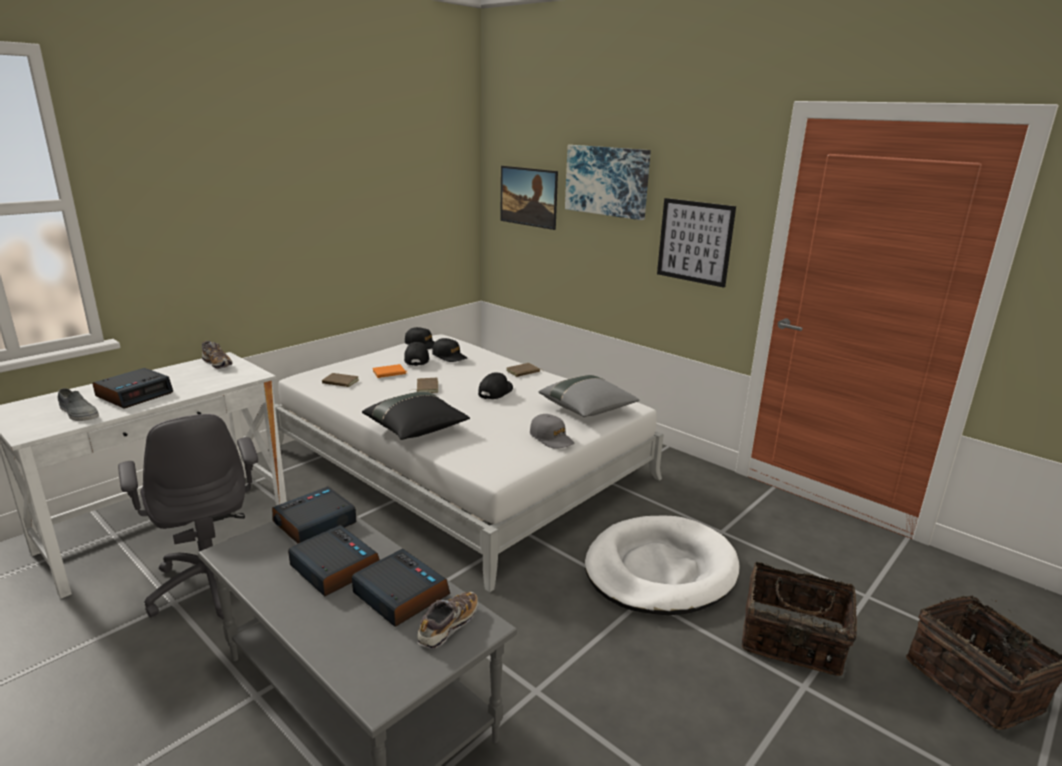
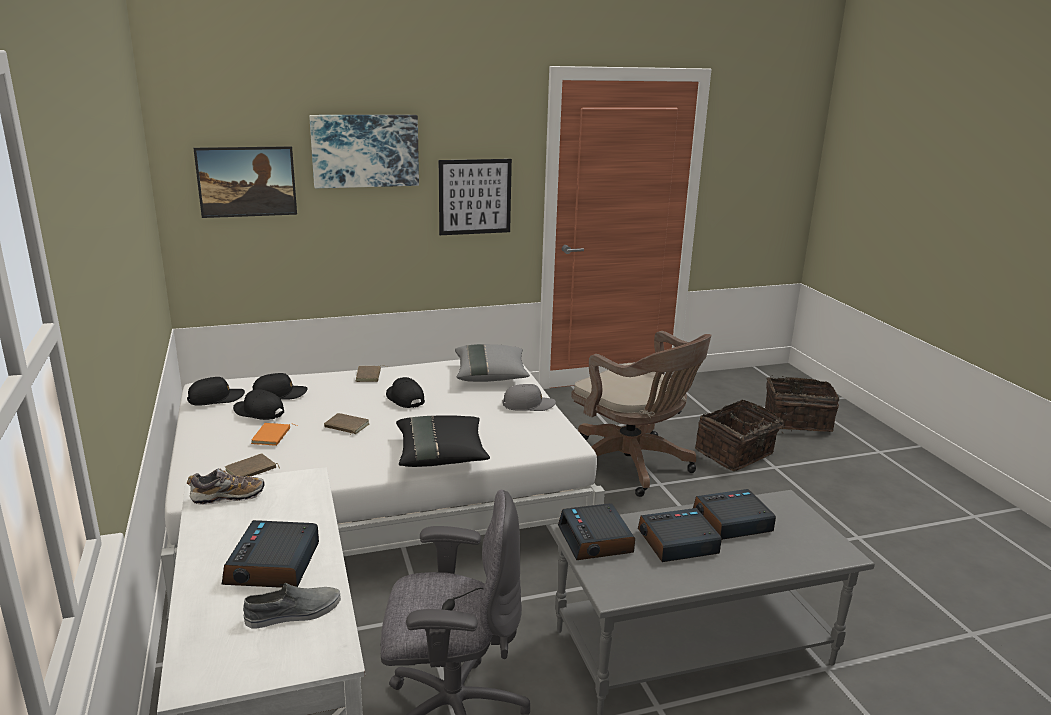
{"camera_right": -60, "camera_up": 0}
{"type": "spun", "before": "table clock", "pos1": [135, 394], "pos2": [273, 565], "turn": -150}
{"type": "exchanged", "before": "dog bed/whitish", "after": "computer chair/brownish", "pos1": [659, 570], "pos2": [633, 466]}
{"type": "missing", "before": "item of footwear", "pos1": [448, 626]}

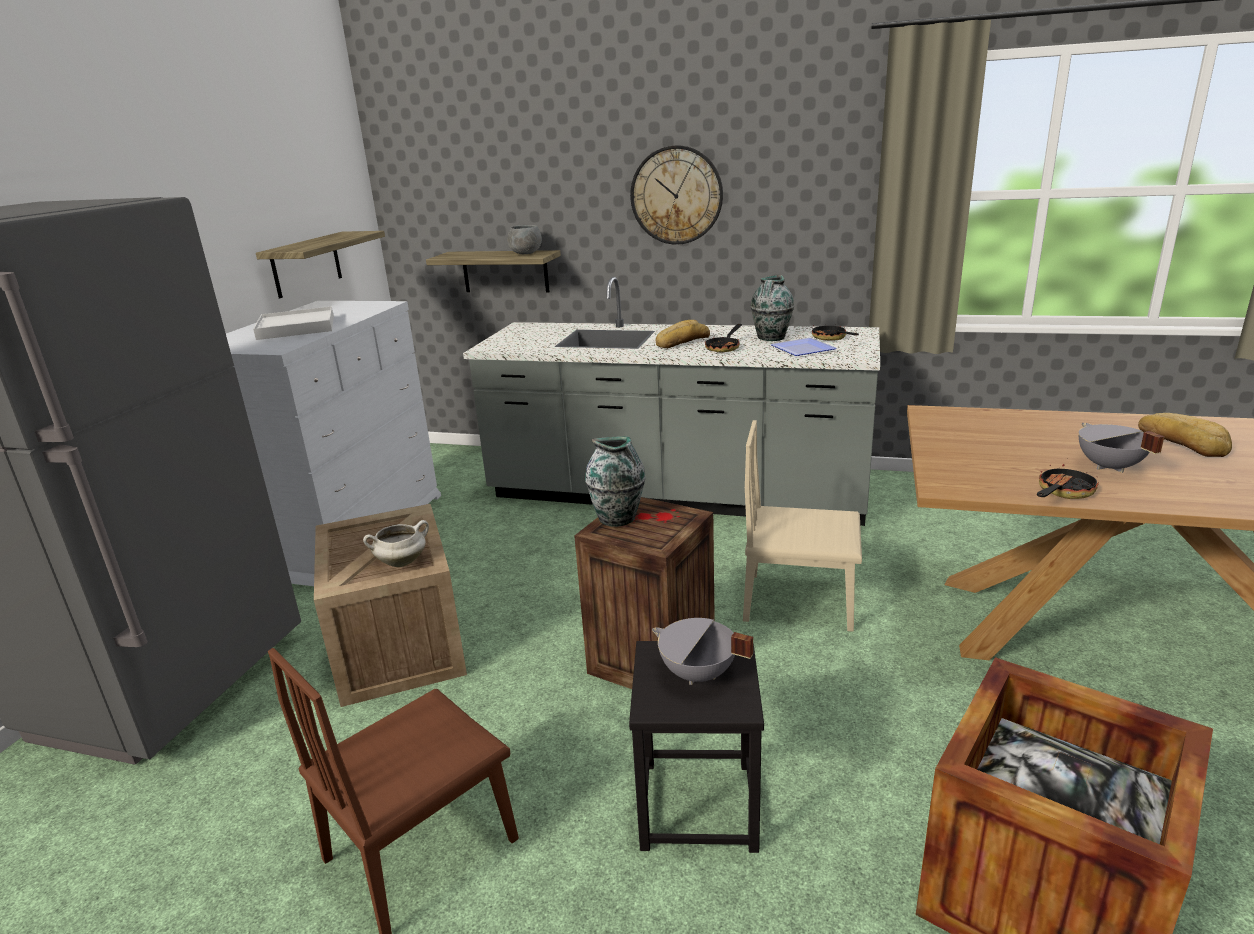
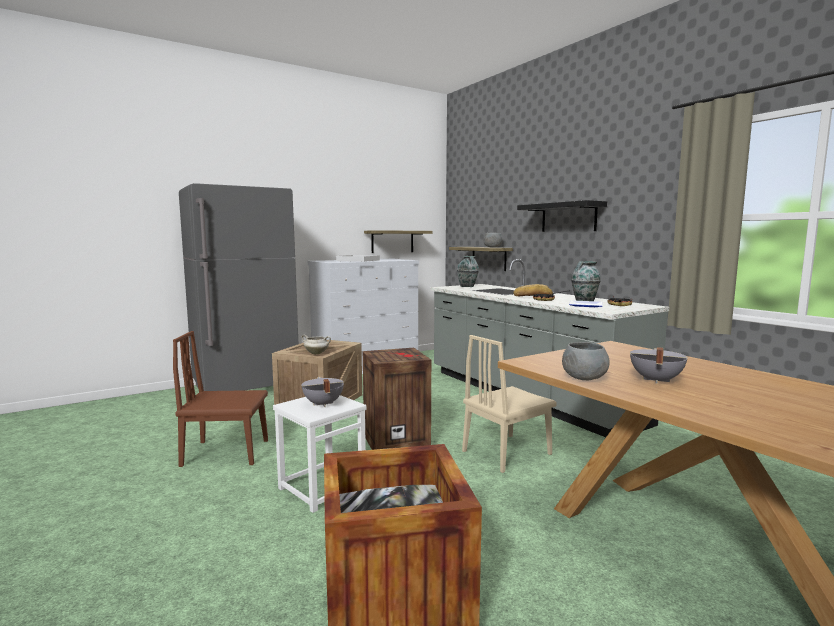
{"camera_right": 40, "camera_up": -15}
{"type": "colour", "before": "stool/blackish", "after": "stool/whitish", "pos1": [696, 804], "pos2": [322, 488]}
{"type": "relocated", "before": "flower vase", "pos1": [618, 518], "pos2": [467, 286]}
{"type": "spun", "before": "upright chair/beige-coloured", "pos1": [799, 601], "pos2": [507, 452], "turn": -90}
{"type": "exchanged", "before": "wall clock", "after": "wall shelf/blackish", "pos1": [676, 195], "pos2": [568, 217]}
{"type": "exchanged", "before": "pan", "after": "deep dish/grey", "pos1": [1062, 492], "pos2": [583, 378]}
{"type": "missing", "before": "bread", "pos1": [1182, 442]}

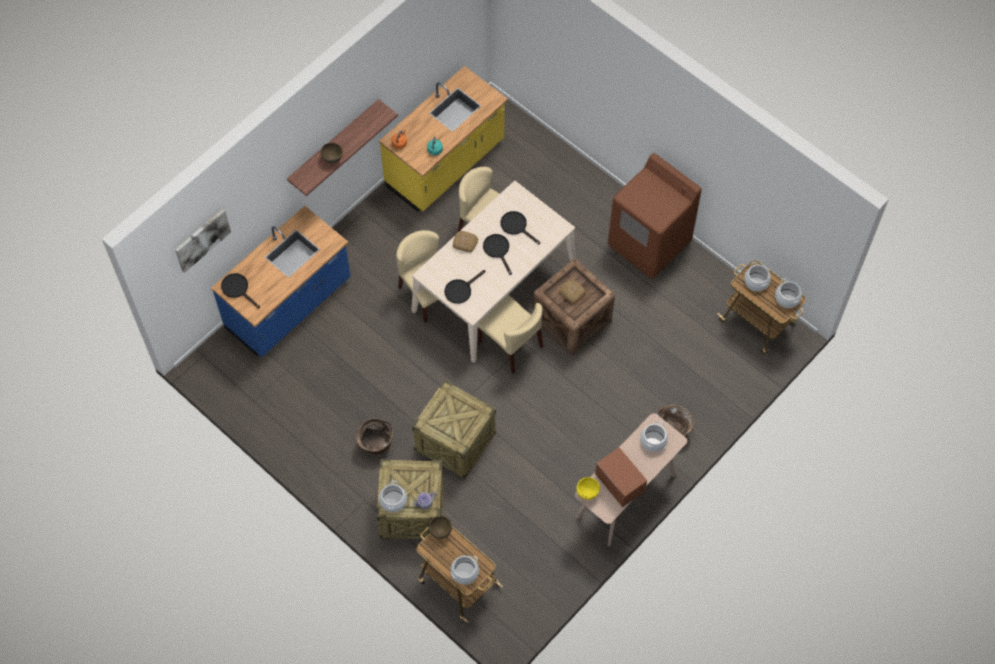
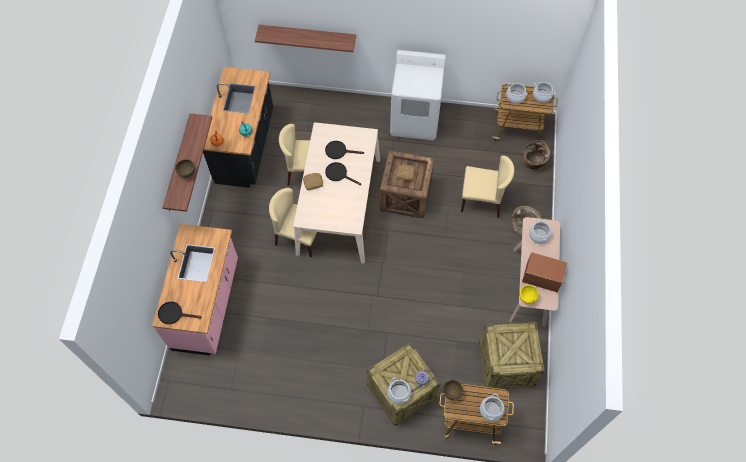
{"camera_right": -35, "camera_up": 0}
{"type": "colour", "before": "kitchen base unit/blue-coloured", "after": "kitchen base unit/pinkish", "pos1": [289, 305], "pos2": [207, 304]}
{"type": "colour", "before": "kitchen base unit/yellow", "after": "kitchen base unit/blackish", "pos1": [446, 165], "pos2": [246, 146]}
{"type": "appeared", "after": "wall shelf", "pos2": [307, 35]}
{"type": "colour", "before": "washing machine/brownish", "after": "washing machine/whitish", "pos1": [649, 244], "pos2": [415, 120]}
{"type": "relocated", "before": "upright chair/beige-coloured", "pos1": [511, 344], "pos2": [482, 200]}
{"type": "relocated", "before": "shipping crate", "pos1": [454, 442], "pos2": [506, 364]}
{"type": "relocated", "before": "basket", "pos1": [376, 445], "pos2": [533, 163]}
{"type": "missing", "before": "picture", "pos1": [202, 239]}
{"type": "missing", "before": "pan/blackish", "pos1": [461, 290]}

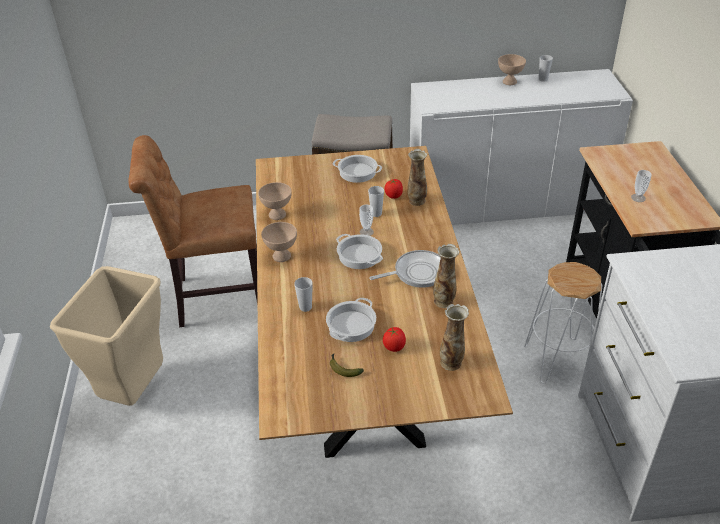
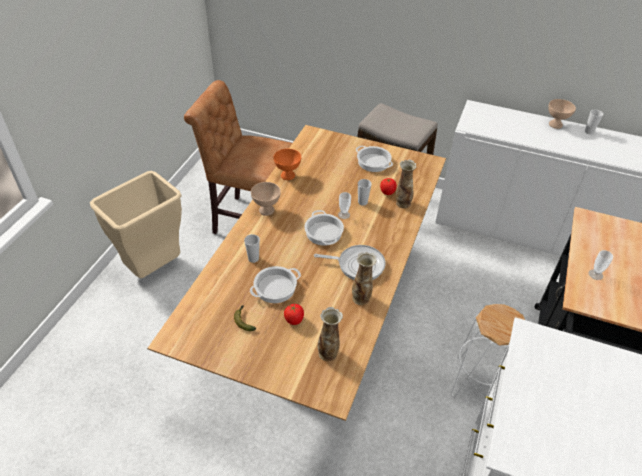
{"camera_right": 25, "camera_up": 5}
{"type": "colour", "before": "deep dish/beige-coloured", "after": "deep dish/orange", "pos1": [277, 215], "pos2": [287, 176]}

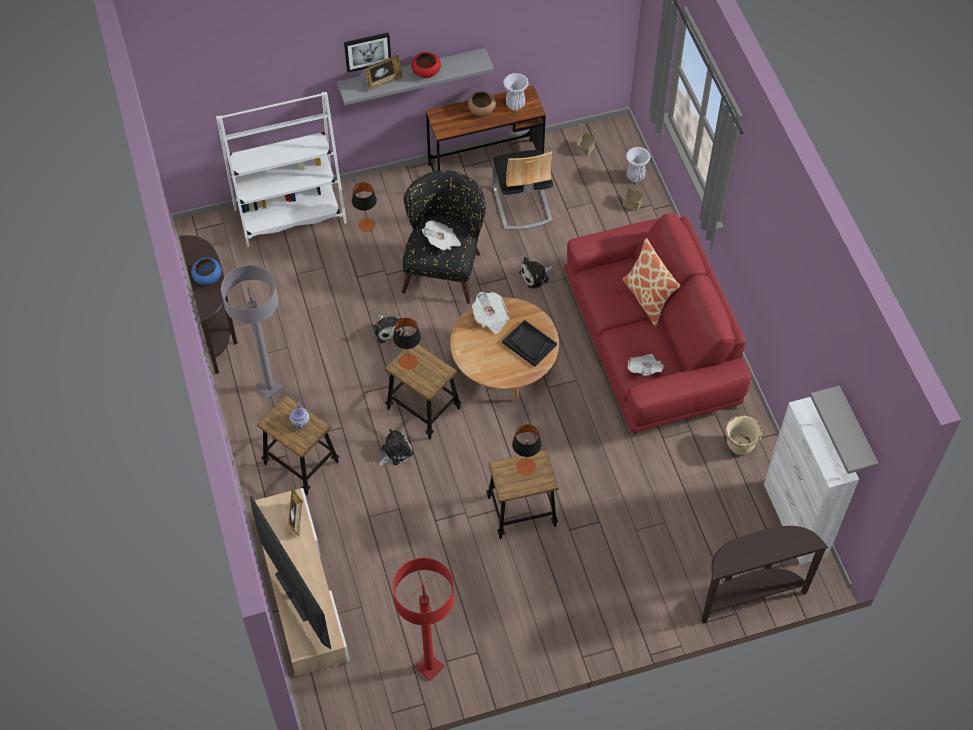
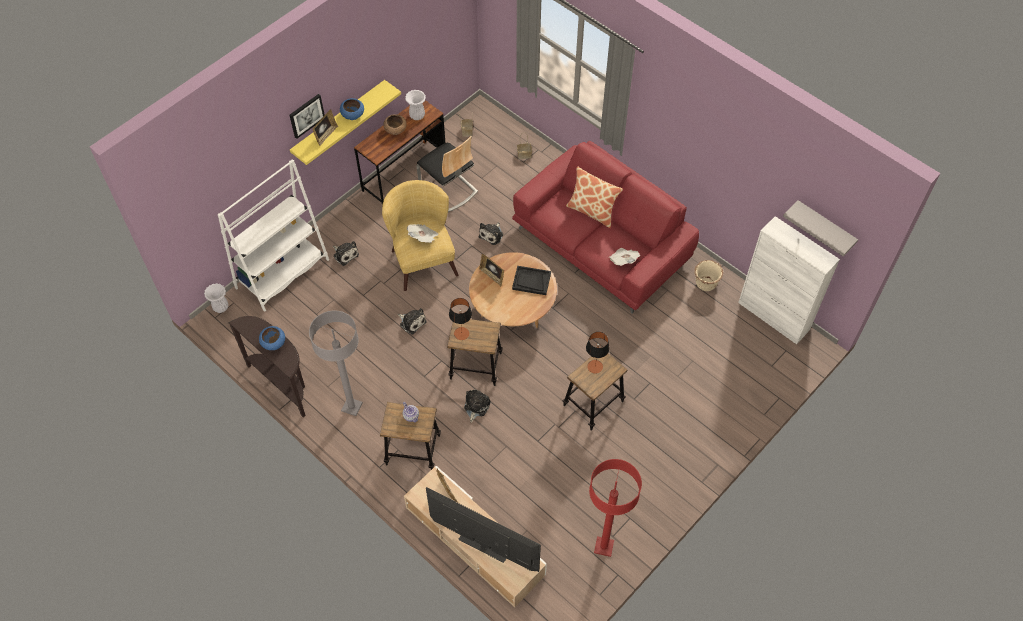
{"camera_right": -30, "camera_up": 0}
{"type": "relocated", "before": "flower vase/whitish", "pos1": [635, 177], "pos2": [221, 308]}
{"type": "colour", "before": "wall shelf/grey", "after": "wall shelf/yellow", "pos1": [412, 73], "pos2": [339, 121]}
{"type": "exchanged", "before": "tabletop lamp", "after": "soft toy", "pos1": [366, 225], "pos2": [345, 254]}
{"type": "colour", "before": "deep dish/red-coloured", "after": "deep dish/blue-coloured", "pos1": [426, 72], "pos2": [353, 115]}
{"type": "colour", "before": "easy chair/blackish", "after": "easy chair/yellow", "pos1": [444, 265], "pos2": [422, 257]}
{"type": "exchanged", "before": "newspaper", "after": "standing frame", "pos1": [490, 318], "pos2": [492, 276]}
{"type": "missing", "before": "console table/brownish", "pos1": [749, 595]}

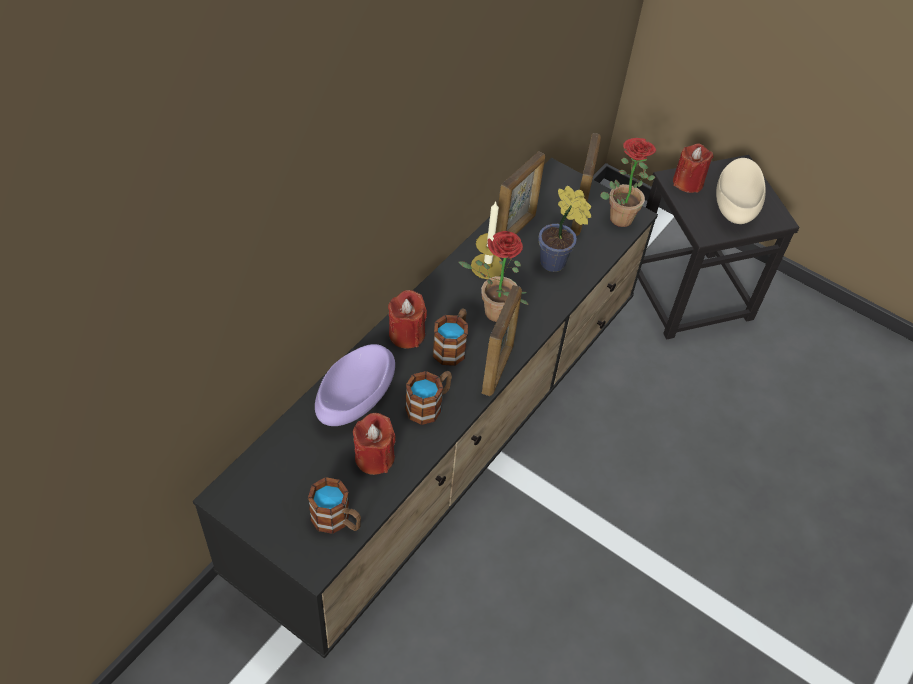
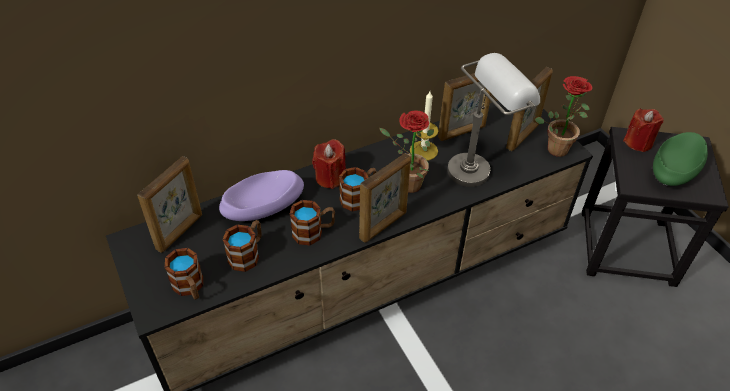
{"camera_right": 30, "camera_up": -5}
{"type": "appeared", "after": "standing frame", "pos2": [180, 232]}
{"type": "exchanged", "before": "wax candle/red-coloured", "after": "coffee mug", "pos1": [374, 457], "pos2": [248, 254]}
{"type": "exchanged", "before": "plant in a pot", "after": "tabletop lamp/grey", "pos1": [555, 264], "pos2": [480, 166]}
{"type": "colour", "before": "deep dish/beige-coloured", "after": "deep dish/greenish", "pos1": [736, 204], "pos2": [674, 171]}

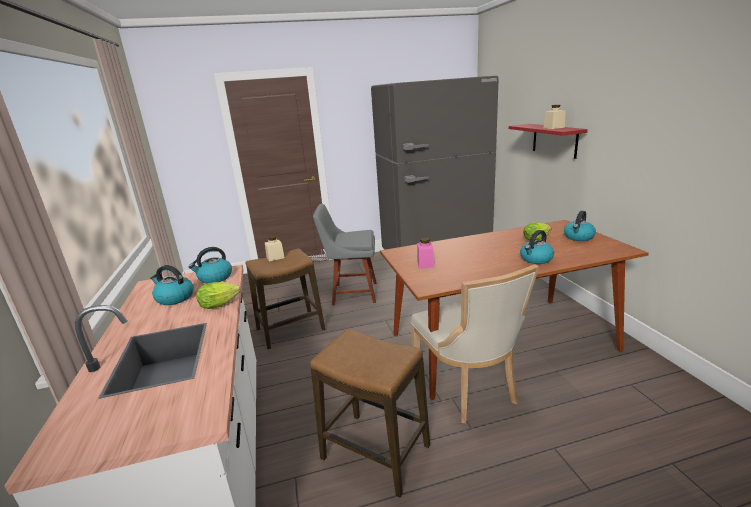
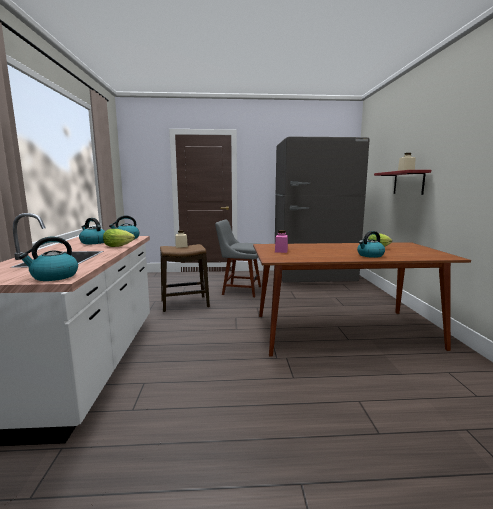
{"camera_right": 10, "camera_up": -10}
{"type": "relocated", "before": "kettle", "pos1": [578, 237], "pos2": [54, 276]}
{"type": "missing", "before": "stool", "pos1": [375, 452]}
{"type": "missing", "before": "upright chair/beige-coloured", "pos1": [468, 388]}

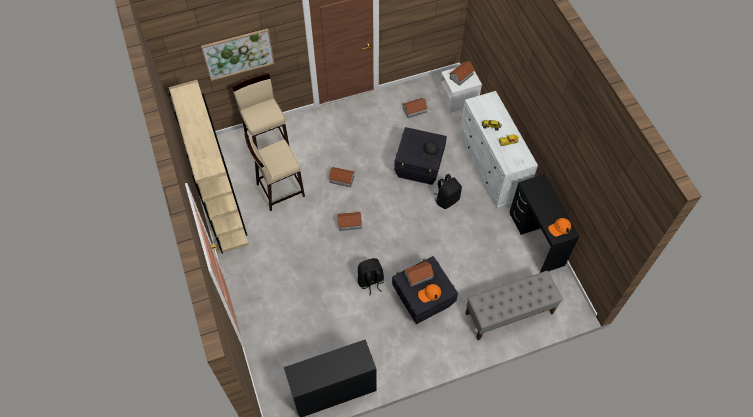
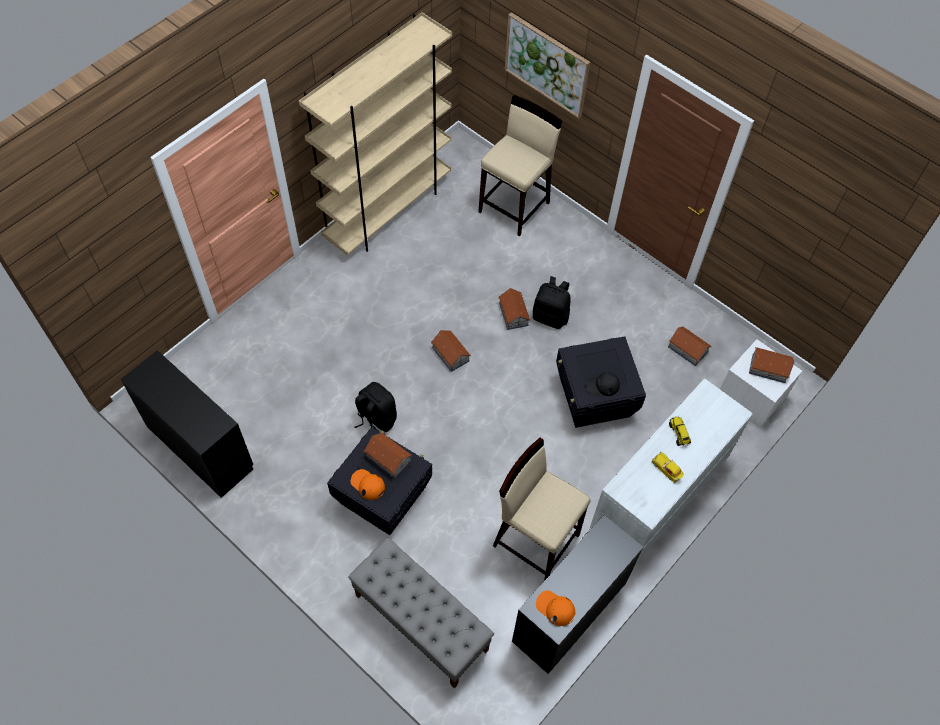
{"camera_right": 60, "camera_up": 0}
{"type": "relocated", "before": "stool/beige-coloured", "pos1": [279, 190], "pos2": [535, 539]}
{"type": "relocated", "before": "rucksack/blackish", "pos1": [447, 199], "pos2": [550, 316]}

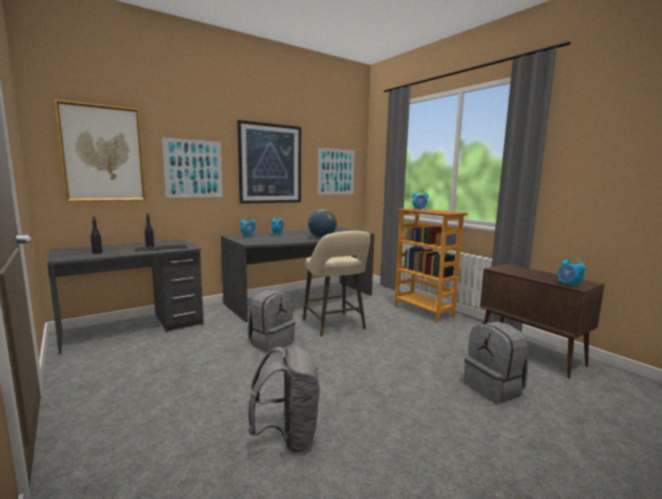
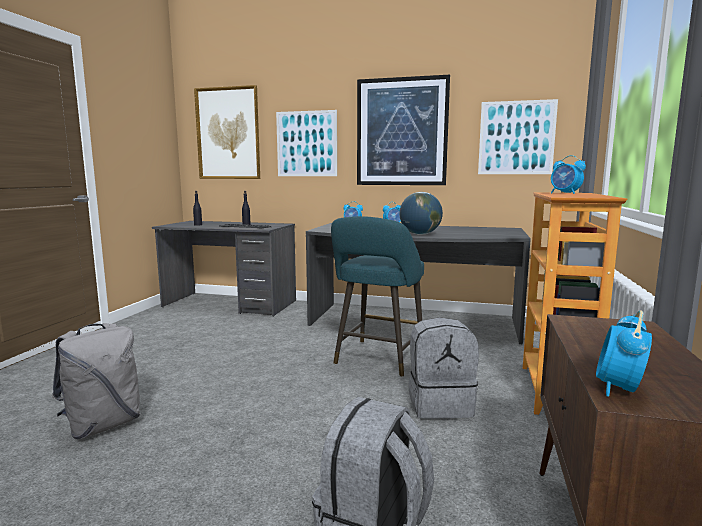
{"camera_right": 50, "camera_up": 0}
{"type": "colour", "before": "stool/beige-coloured", "after": "stool/turquoise", "pos1": [335, 326], "pos2": [377, 360]}
{"type": "relocated", "before": "rucksack/grey", "pos1": [271, 343], "pos2": [440, 404]}

